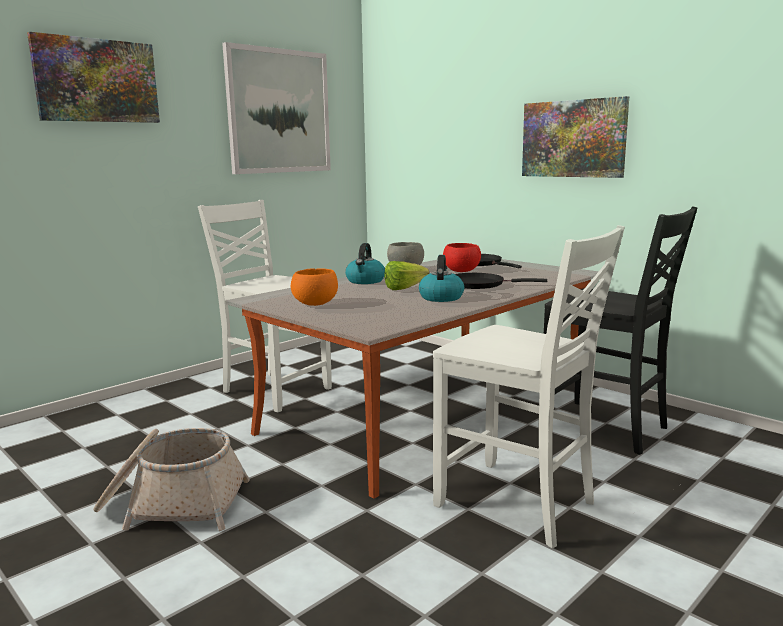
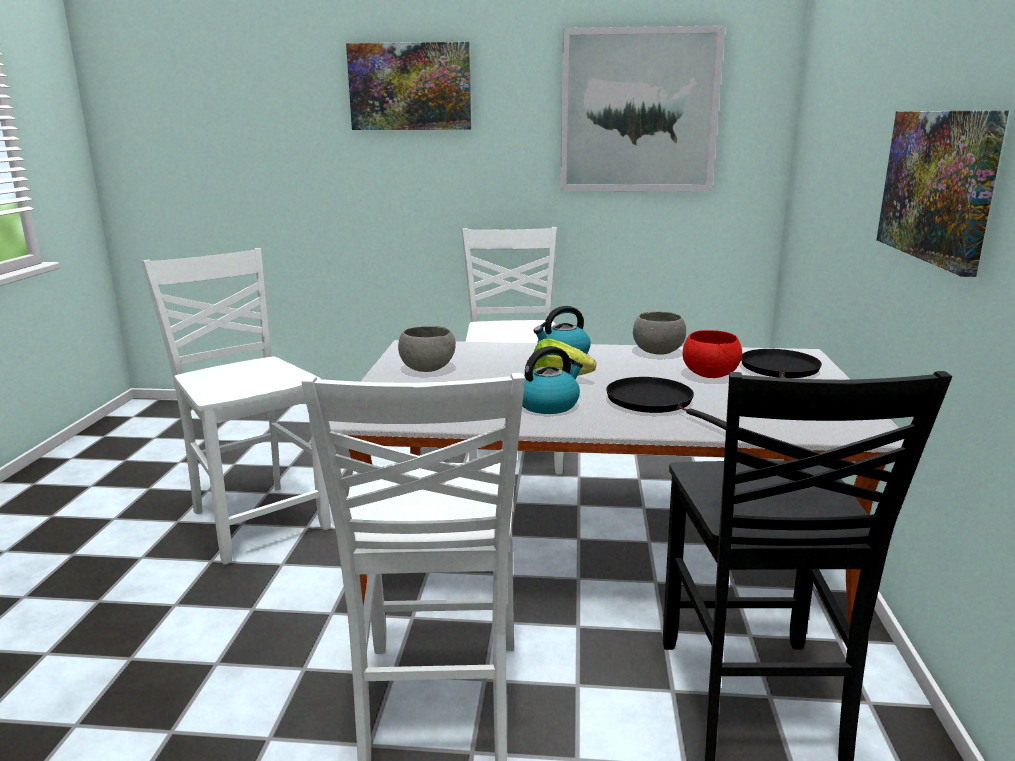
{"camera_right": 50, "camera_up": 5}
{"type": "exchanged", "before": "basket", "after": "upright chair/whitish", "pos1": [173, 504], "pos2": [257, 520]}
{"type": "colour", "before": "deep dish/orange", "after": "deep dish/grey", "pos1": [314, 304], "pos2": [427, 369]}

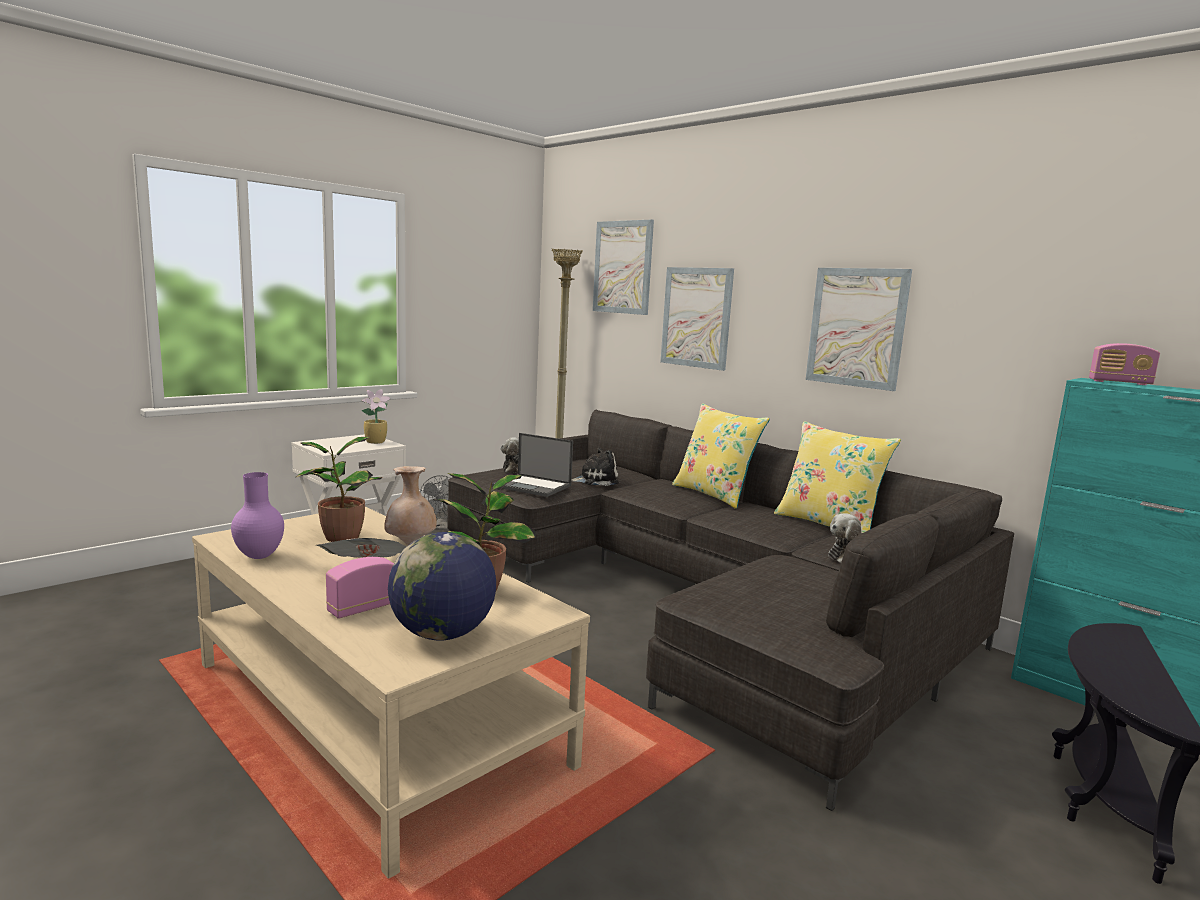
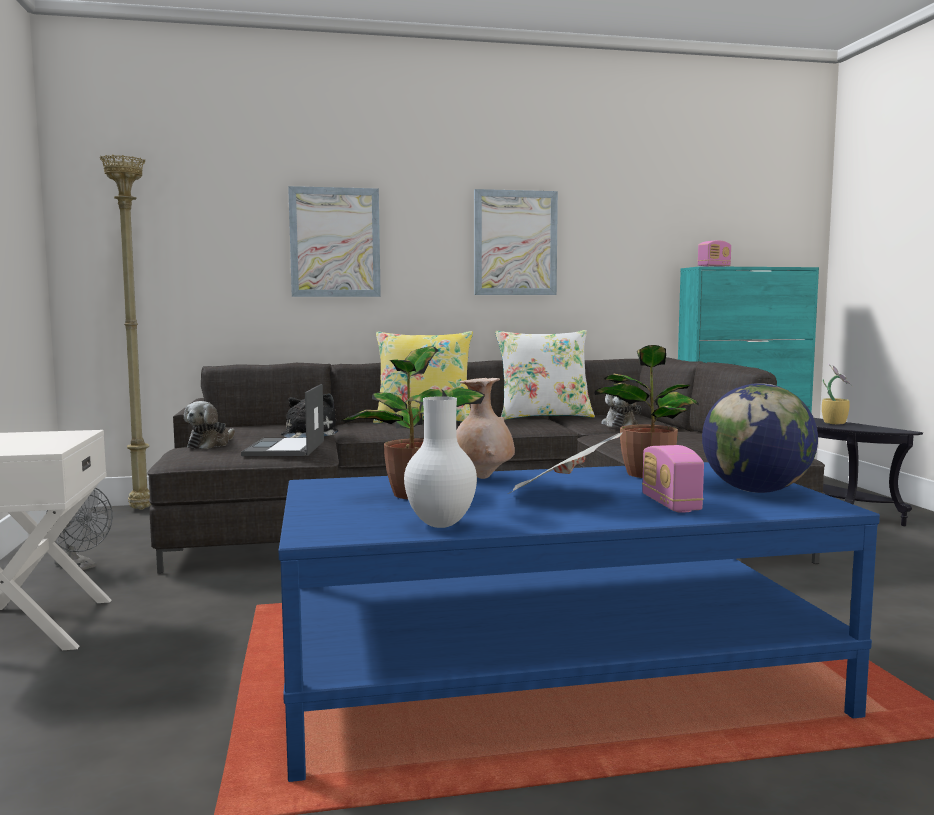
{"camera_right": -55, "camera_up": -5}
{"type": "spun", "before": "notebook computer", "pos1": [533, 486], "pos2": [285, 448], "turn": 120}
{"type": "colour", "before": "lounge table/beige-coloured", "after": "lounge table/blue-coloured", "pos1": [374, 713], "pos2": [556, 682]}
{"type": "colour", "before": "flower vase/purple-coloured", "after": "flower vase/whitish", "pos1": [258, 557], "pos2": [441, 525]}
{"type": "colour", "before": "throw pillow/yellow", "after": "throw pillow/whitish", "pos1": [828, 524], "pos2": [544, 416]}
{"type": "relocated", "before": "plant in a pot", "pos1": [376, 442], "pos2": [834, 423]}
{"type": "missing", "before": "picture", "pos1": [622, 267]}

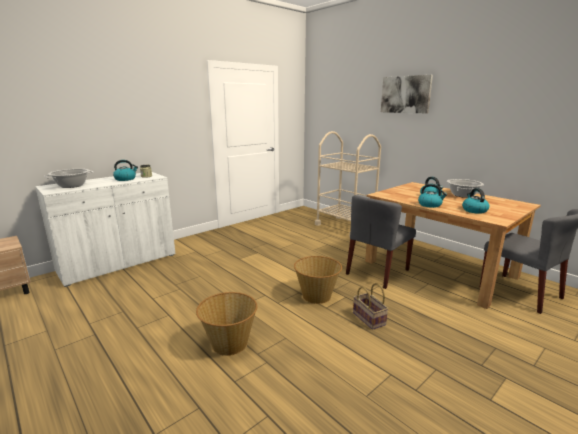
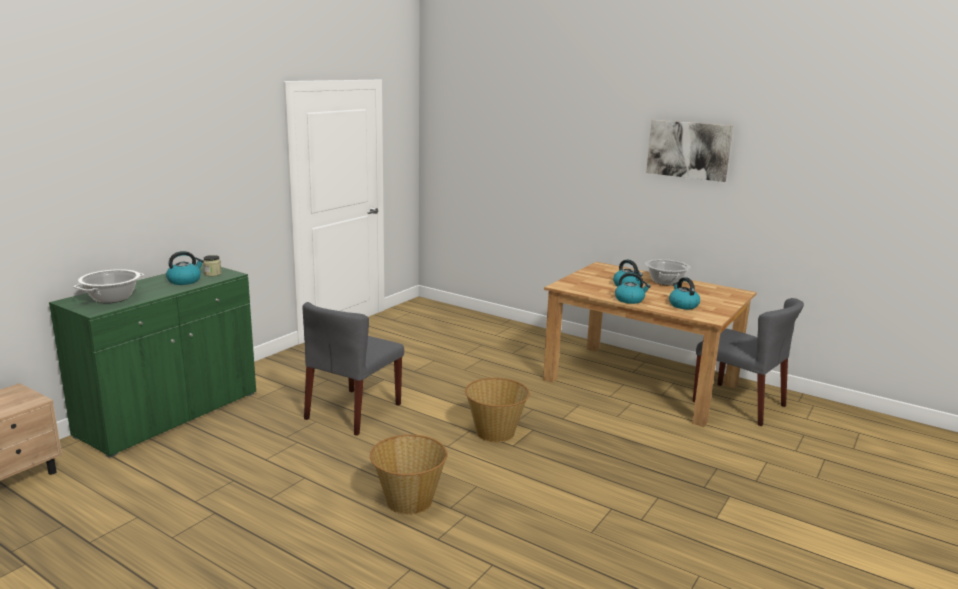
{"camera_right": -15, "camera_up": 0}
{"type": "colour", "before": "cupboard/whitish", "after": "cupboard/greenish", "pos1": [118, 263], "pos2": [170, 414]}
{"type": "relocated", "before": "upright chair/grey", "pos1": [377, 272], "pos2": [353, 412]}
{"type": "relocated", "before": "picture", "pos1": [405, 94], "pos2": [688, 150]}
{"type": "missing", "before": "wheeled cart/beige-coloured", "pos1": [345, 226]}
{"type": "missing", "before": "basket", "pos1": [370, 319]}

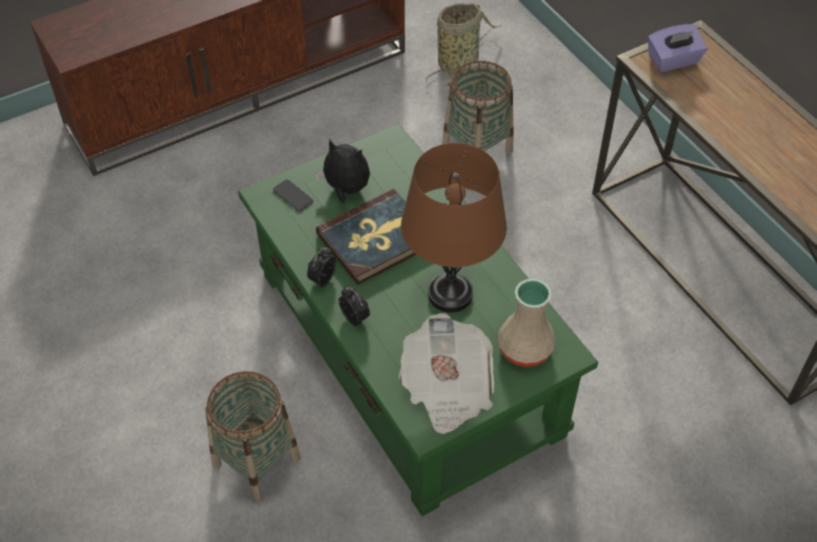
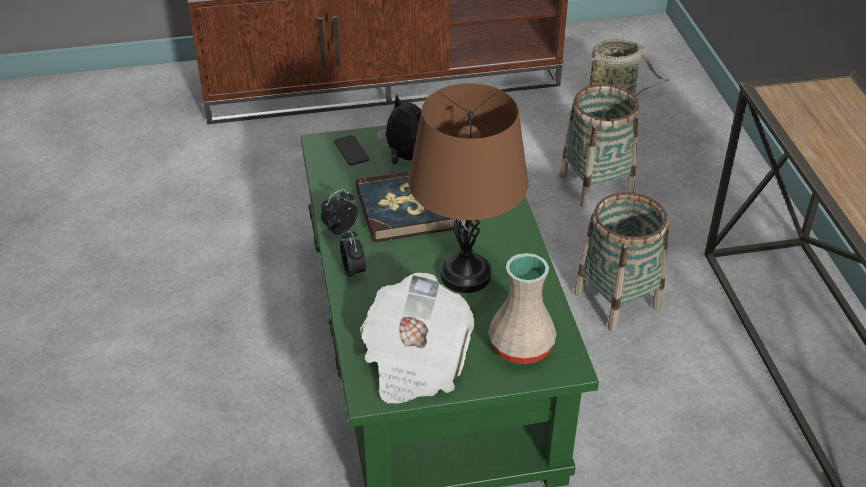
{"camera_right": 20, "camera_up": -10}
{"type": "relocated", "before": "basket", "pos1": [256, 461], "pos2": [617, 301]}
{"type": "missing", "before": "tissue box/purple-coloured", "pos1": [673, 61]}

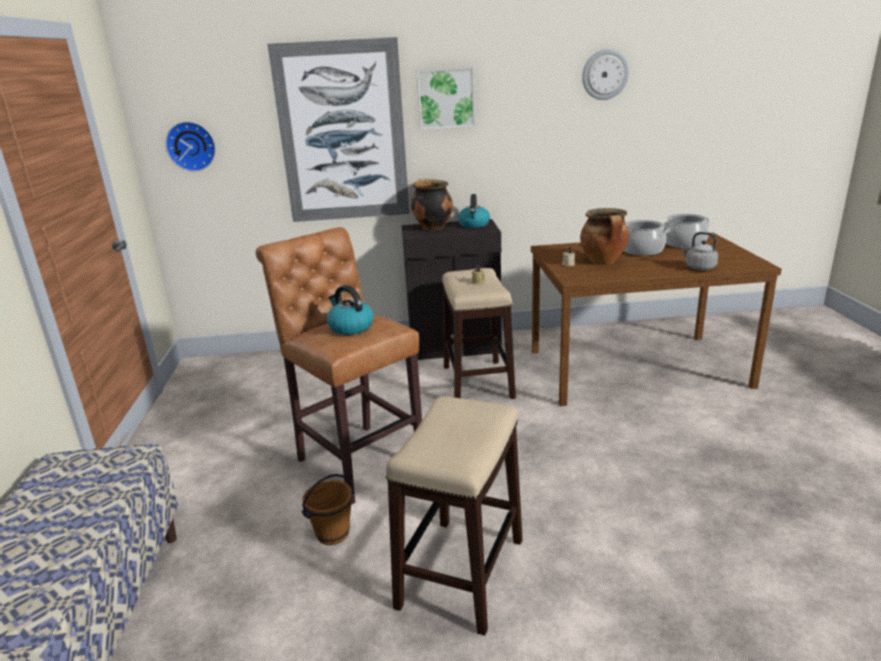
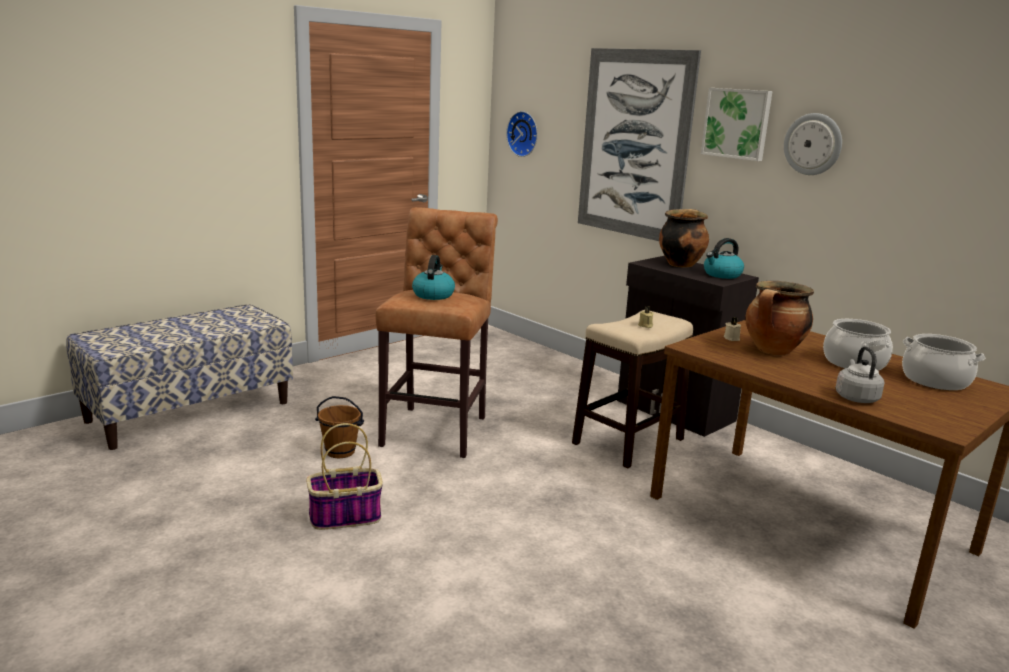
{"camera_right": 50, "camera_up": -5}
{"type": "exchanged", "before": "stool", "after": "basket", "pos1": [461, 573], "pos2": [344, 517]}
{"type": "relocated", "before": "wall clock", "pos1": [605, 74], "pos2": [813, 144]}

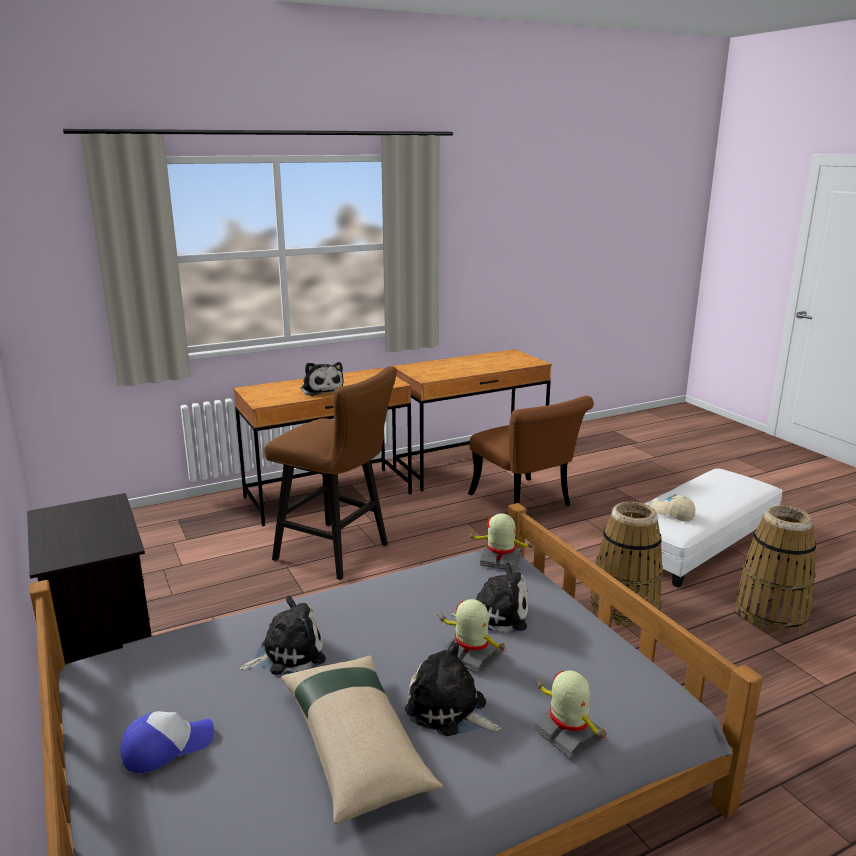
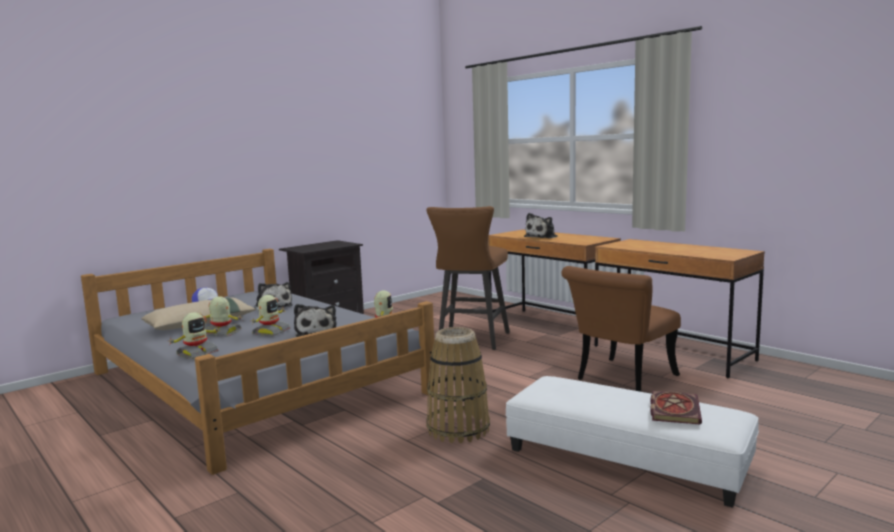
{"camera_right": 75, "camera_up": -10}
{"type": "exchanged", "before": "soft toy", "after": "toy robot", "pos1": [449, 711], "pos2": [222, 333]}
{"type": "appeared", "after": "volume", "pos2": [673, 409]}
{"type": "missing", "before": "peaked cap/beige-coloured", "pos1": [672, 513]}
{"type": "missing", "before": "basket", "pos1": [771, 613]}

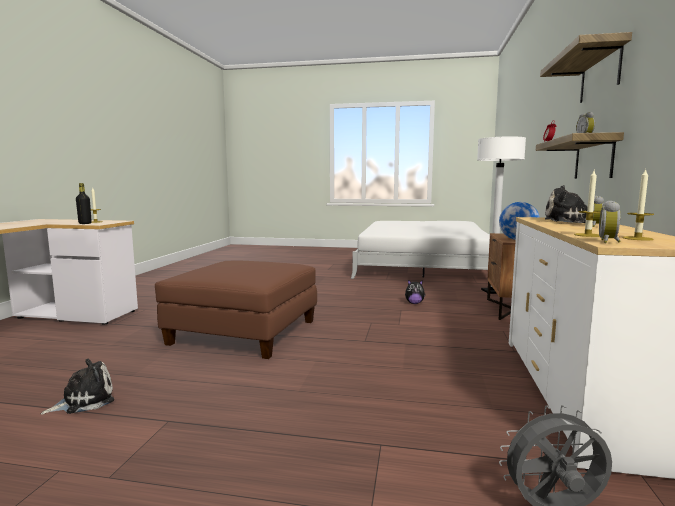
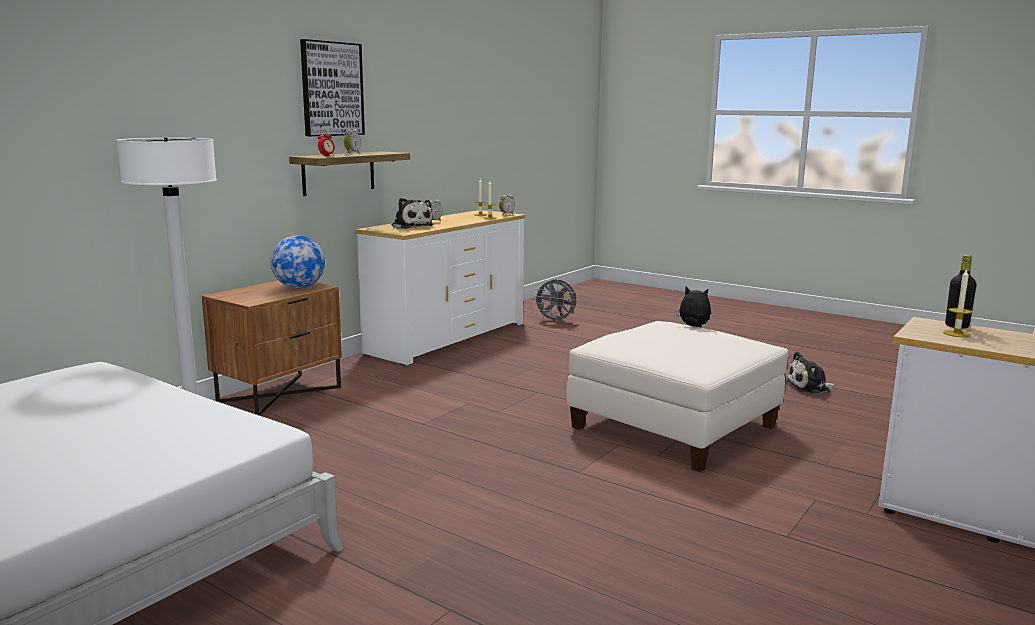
{"camera_right": -155, "camera_up": 5}
{"type": "exchanged", "before": "wall shelf", "after": "picture", "pos1": [600, 73], "pos2": [331, 89]}
{"type": "colour", "before": "ottoman/brownish", "after": "ottoman/whitish", "pos1": [244, 332], "pos2": [673, 427]}
{"type": "relocated", "before": "soft toy", "pos1": [414, 303], "pos2": [693, 326]}

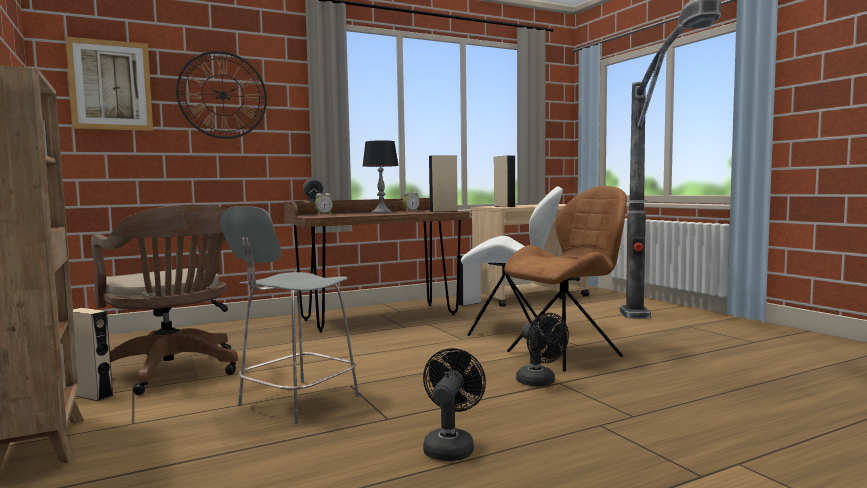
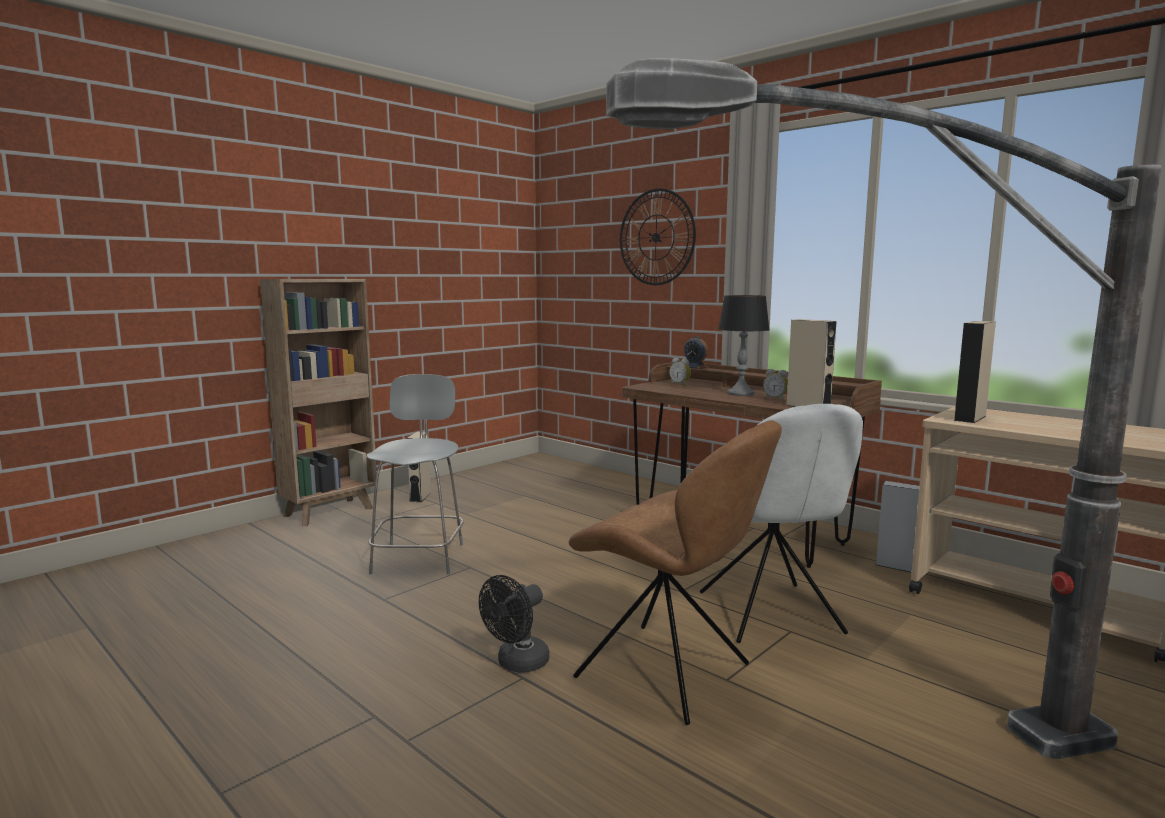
{"camera_right": 70, "camera_up": 5}
{"type": "spun", "before": "upright chair/grey", "pos1": [296, 402], "pos2": [419, 557], "turn": 75}
{"type": "missing", "before": "picture", "pos1": [110, 85]}
{"type": "missing", "before": "computer chair/brownish", "pos1": [172, 372]}
{"type": "missing", "before": "fan/blackish", "pos1": [450, 446]}

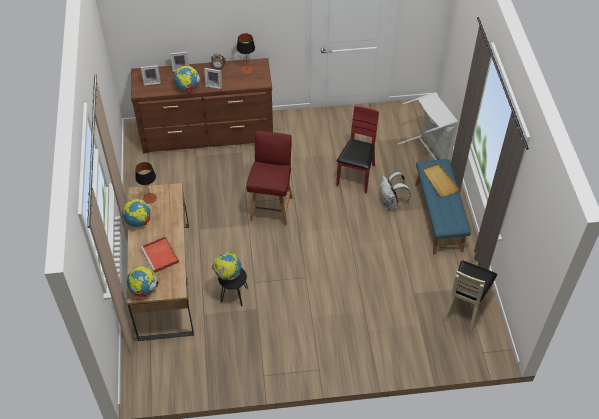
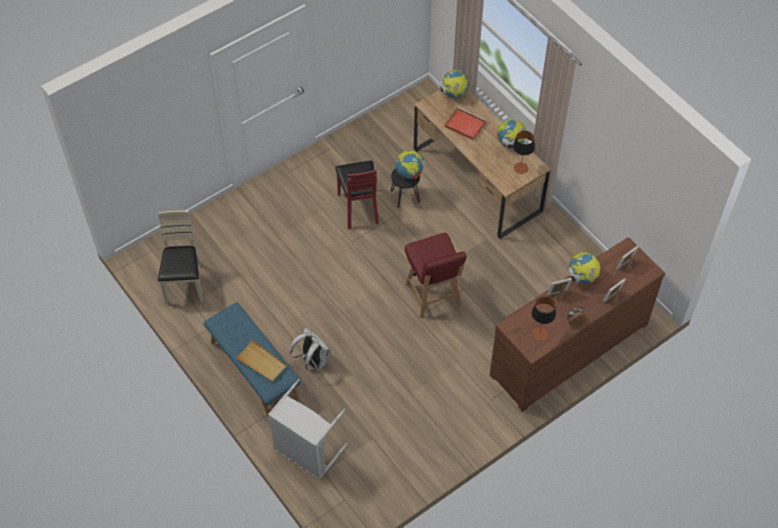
{"camera_right": 150, "camera_up": 5}
{"type": "relocated", "before": "upright chair/red-coloured", "pos1": [356, 176], "pos2": [359, 208]}

